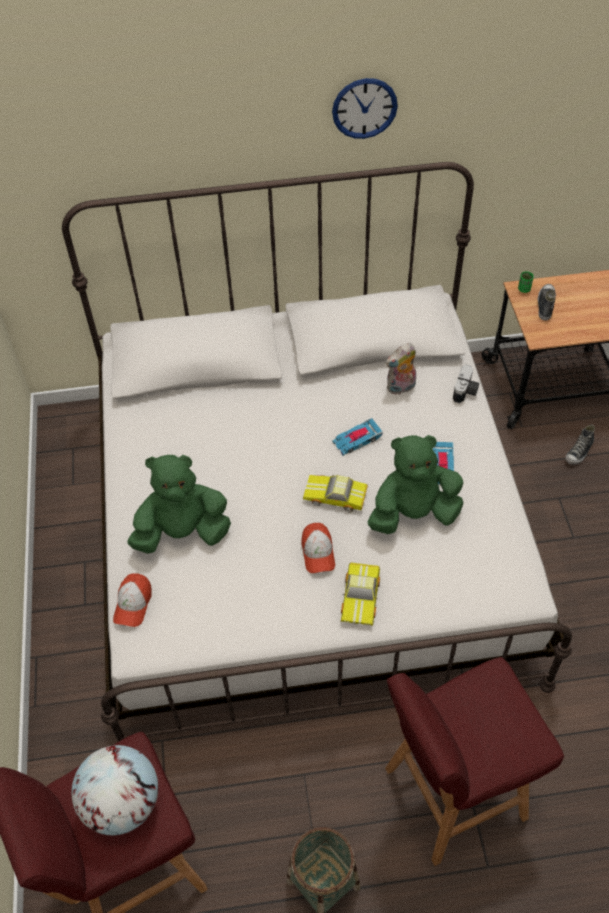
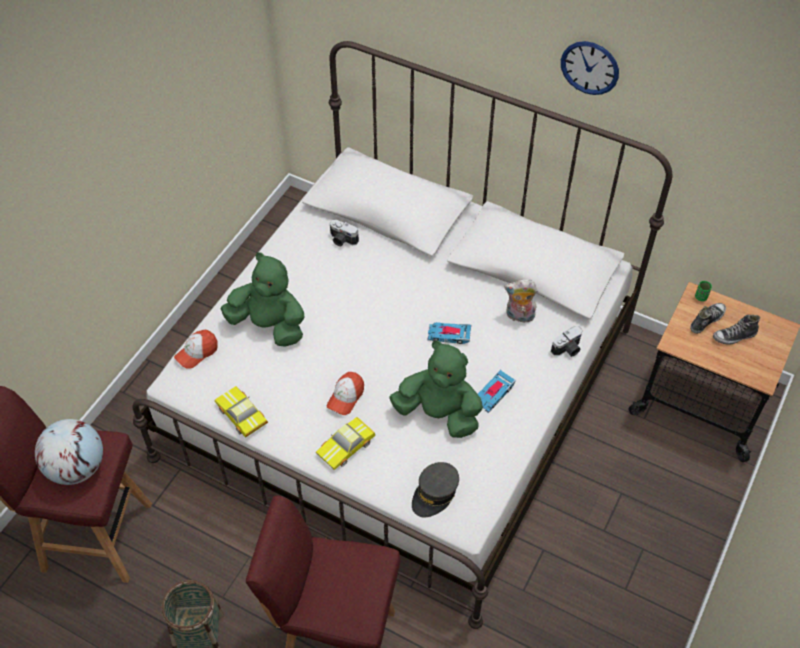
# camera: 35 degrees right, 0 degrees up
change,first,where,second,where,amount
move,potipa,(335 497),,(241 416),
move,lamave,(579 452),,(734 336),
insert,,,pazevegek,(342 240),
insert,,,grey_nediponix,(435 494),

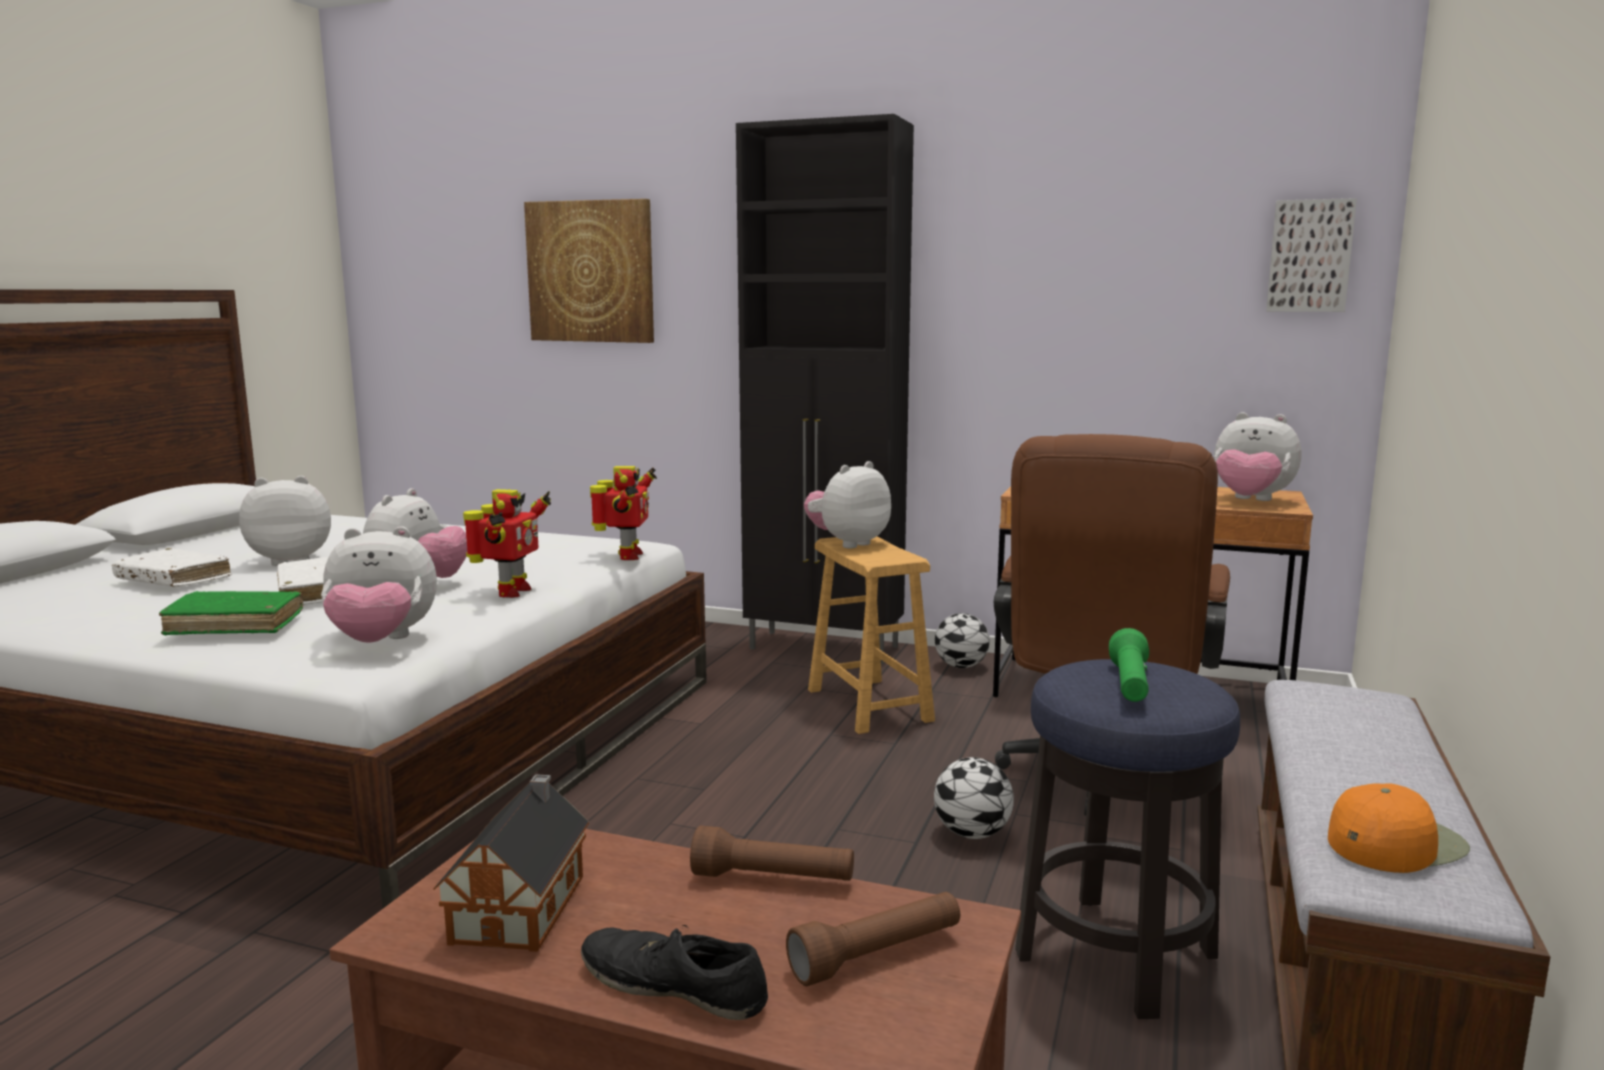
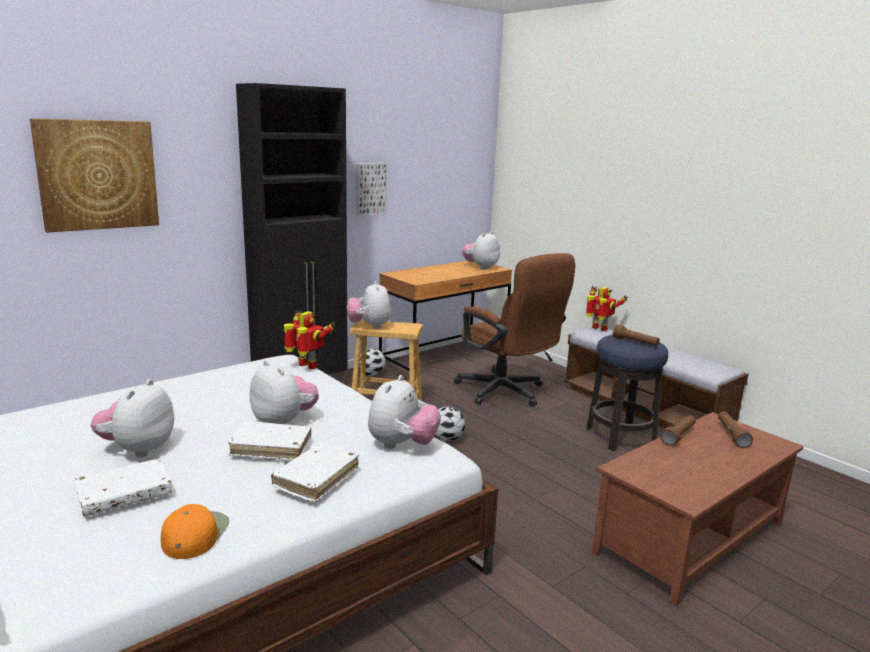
# camera: 60 degrees left, 5 degrees up
change,first,where,second,where,amount
recolor,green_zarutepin,(235 625),white_zarutepin,(316 479),
delete,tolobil,(523 905),,,
move,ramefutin,(510 592),,(599 329),
delete,black_lamave,(673 985),,,
move,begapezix,(972 834),,(447 439),
recolor,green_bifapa,(1130 685),brown_bifapa,(635 342),
rotate,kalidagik,(1250 500),,(481 267),150 degrees clockwise
move,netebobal,(1309 256),,(370 188),
move,orange_nediponix,(1395 843),,(195 534),

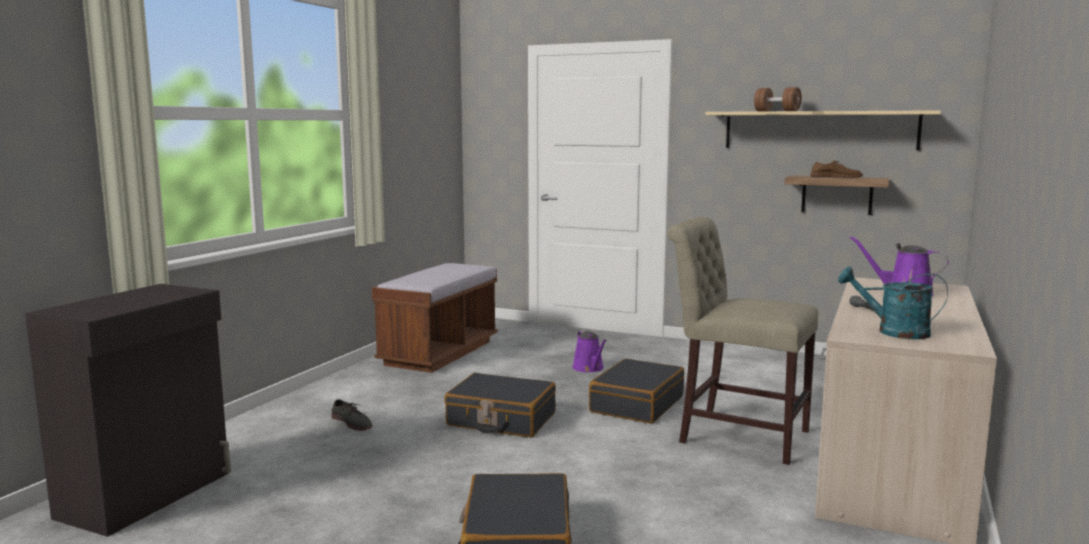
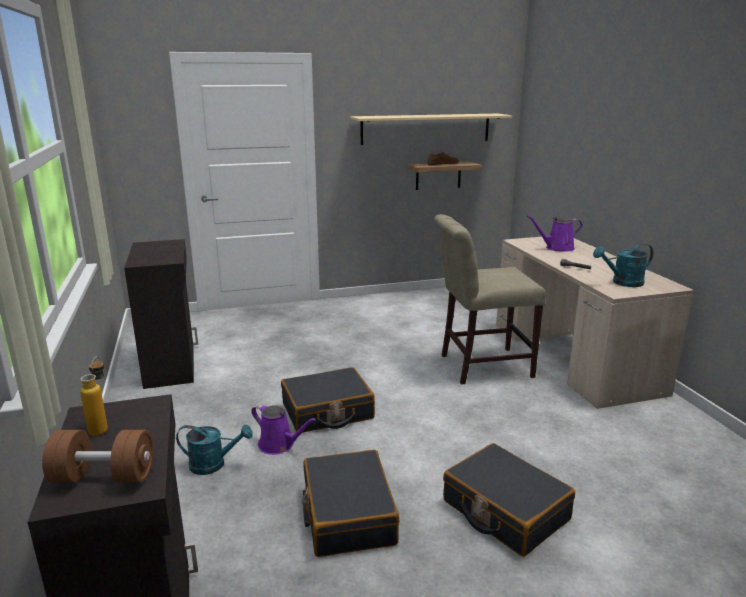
# camera: 40 degrees left, 10 degrees up
change,first,where,second,where,amount
replace,grey_lamave,(352 422),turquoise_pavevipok,(214 464),
replace,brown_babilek,(439 353),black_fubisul,(171 365),
move,purple_pavevipok,(589 368),,(279 445),
move,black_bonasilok,(636 404),,(347 514),
move,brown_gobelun,(777 111),,(104 477),
insert,,,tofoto,(102 427),

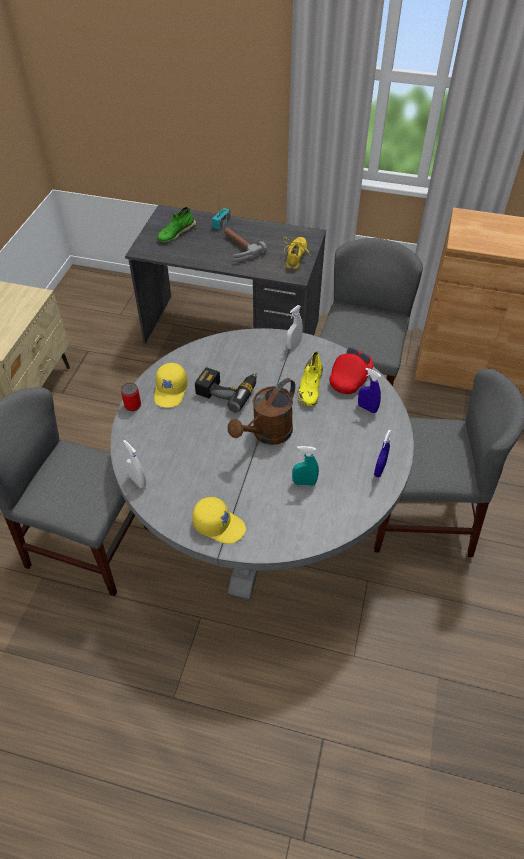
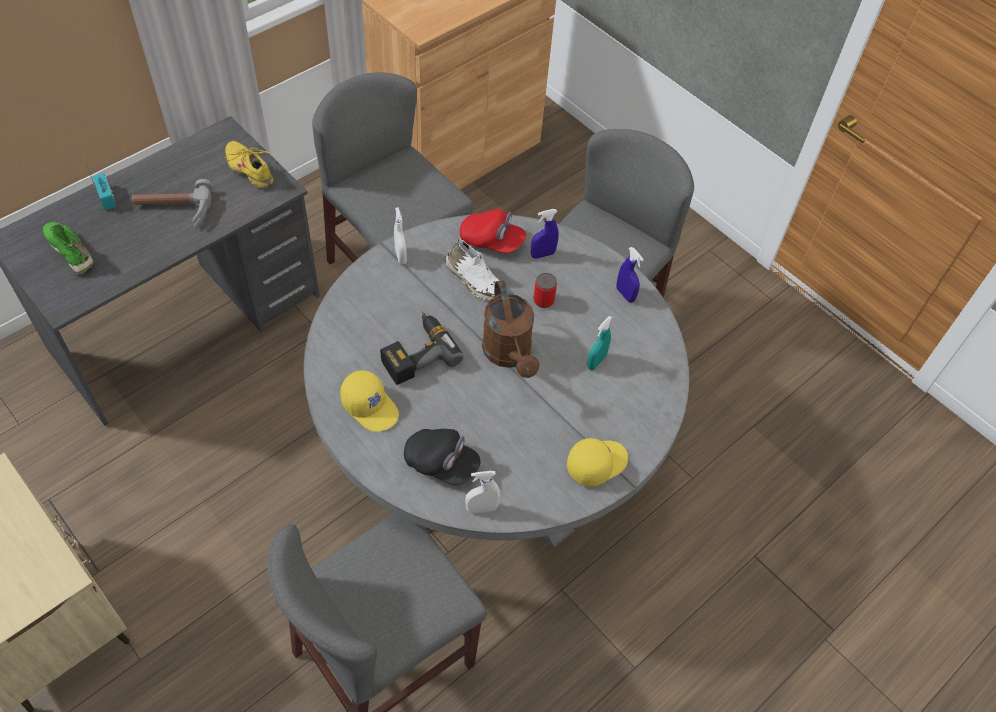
# camera: 60 degrees left, 5 degrees up
change,first,where,second,where,amount
move,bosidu,(133 405),,(543 300),
rotate,green_lamave,(176 233),,(71 251),150 degrees clockwise
recolor,yellow_lamave,(310 387),white_lamave,(474 280),
rotate,red_nediponix,(350 378),,(492 241),135 degrees clockwise
insert,,,black_nediponix,(441 463),

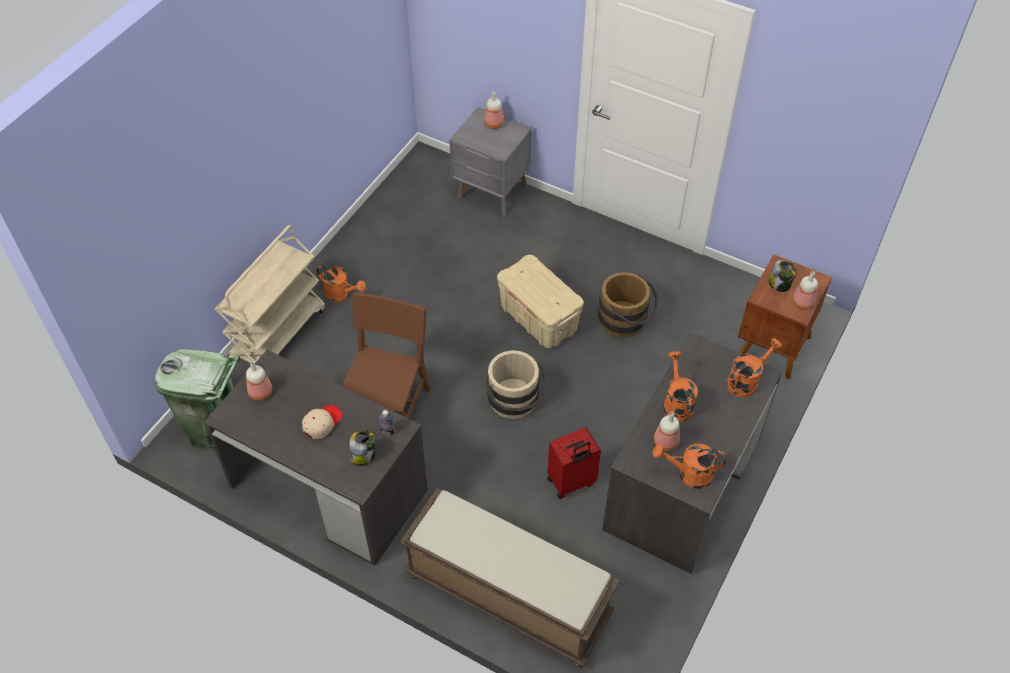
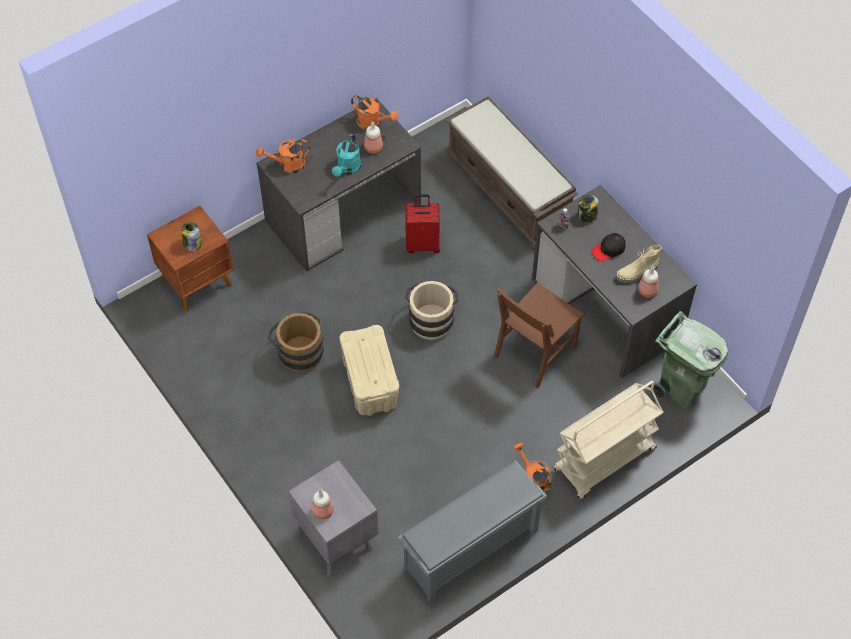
# camera: 155 degrees left, 5 degrees up
change,first,where,second,where,amount
recolor,beige_nediponix,(322 423),black_nediponix,(608 250),
recolor,orange_pavevipok,(676 403),turquoise_pavevipok,(347 169),
delete,tofoto,(802 303),,,
insert,,,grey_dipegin,(470 551),
insert,,,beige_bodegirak,(637 273),

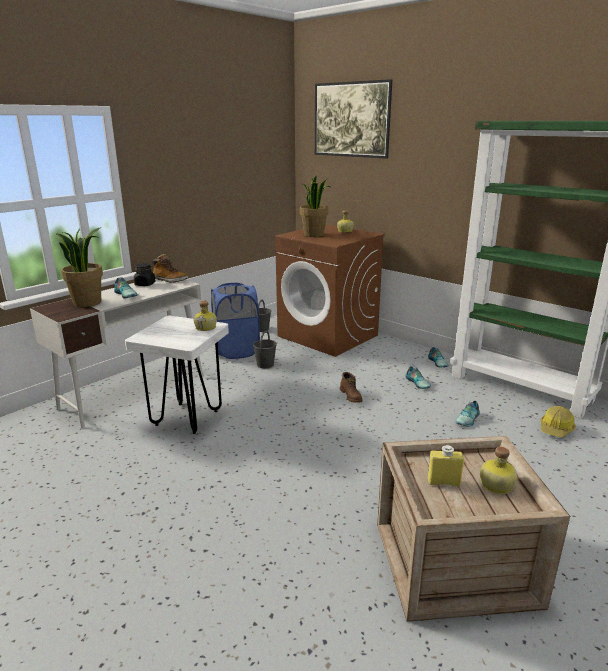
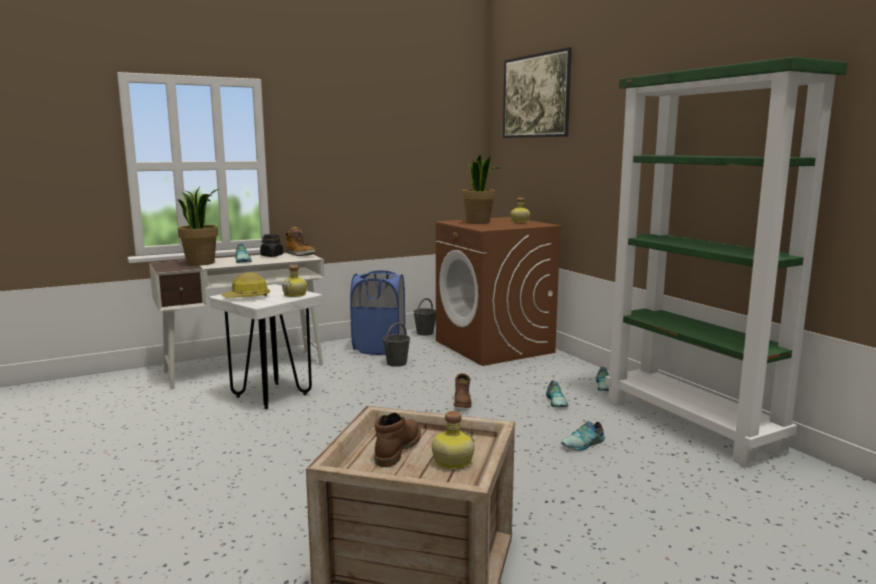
# camera: 20 degrees right, 10 degrees down
change,first,where,second,where,amount
replace,yellow_tofoto,(443 482),brown_bodegirak,(396 449),
move,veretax,(556 429),,(247 298),

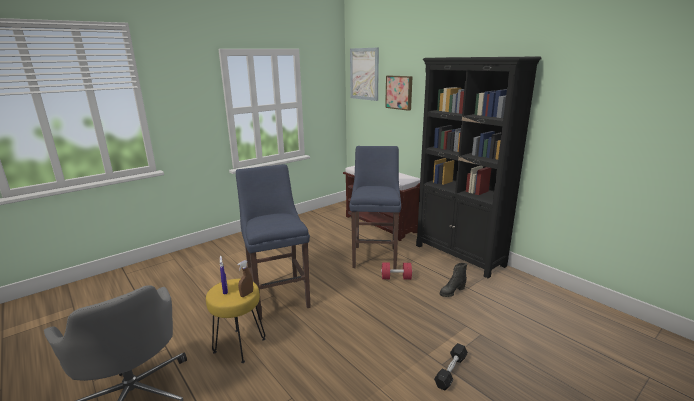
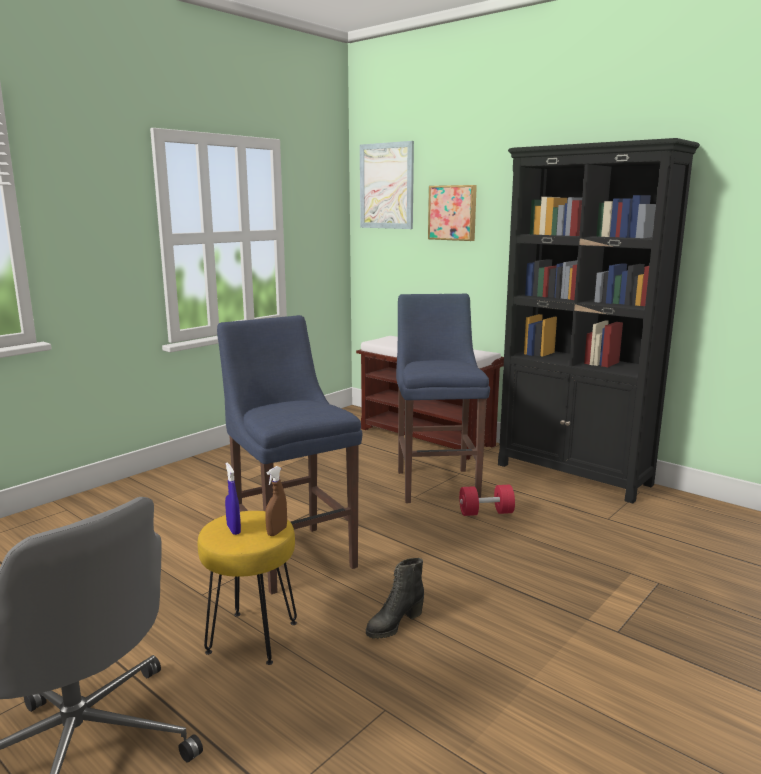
# camera: 10 degrees left, 5 degrees down
change,first,where,second,where,amount
delete,black_gobelun,(451 371),,,
move,black_bodegirak,(452 291),,(394 624),

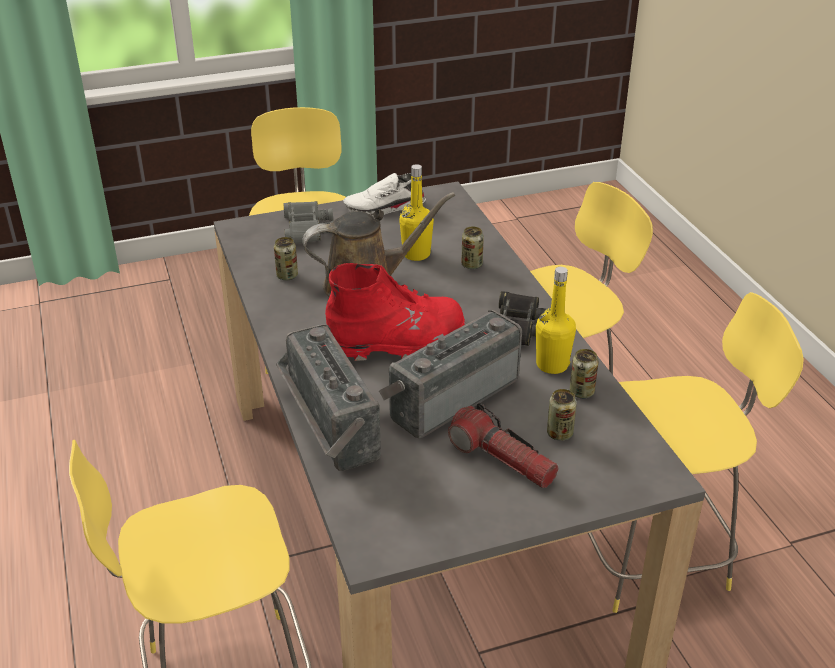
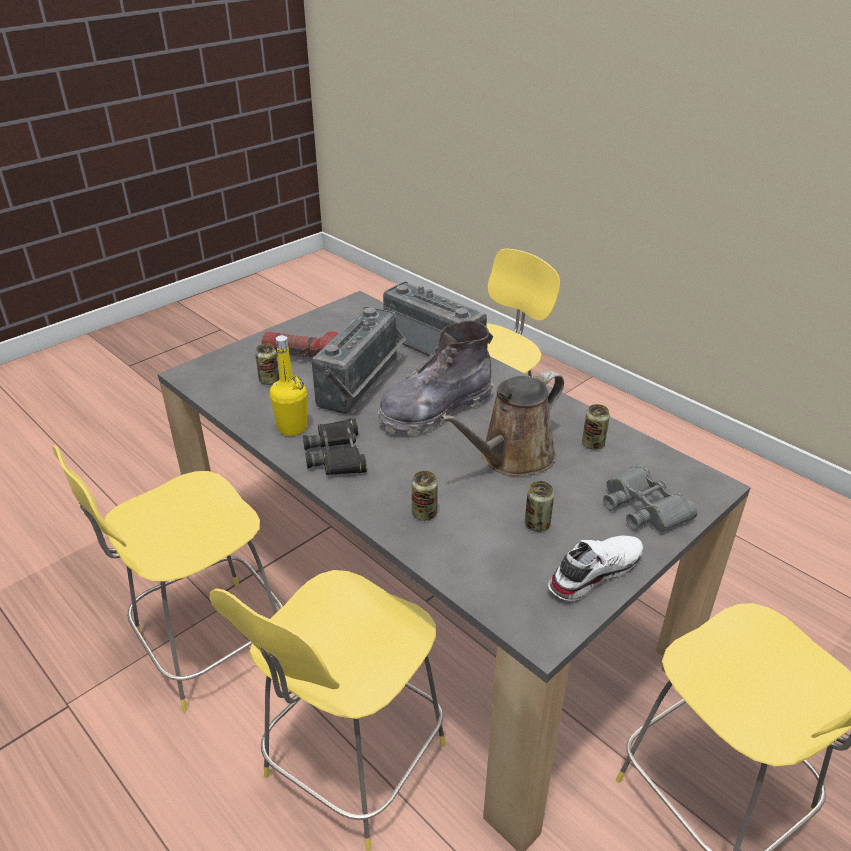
# camera: 155 degrees right, 0 degrees up
change,first,where,second,where,amount
recolor,red_bodegirak,(396 343),grey_bodegirak,(435 410),
delete,yellow_tofoto,(416 254),,,
move,bosidu,(581 392),,(537 524),

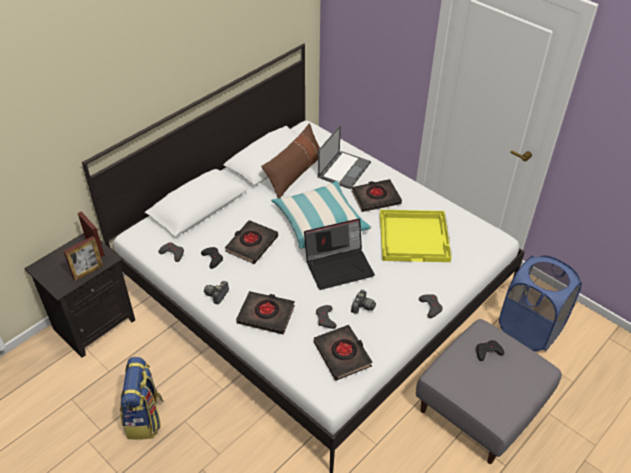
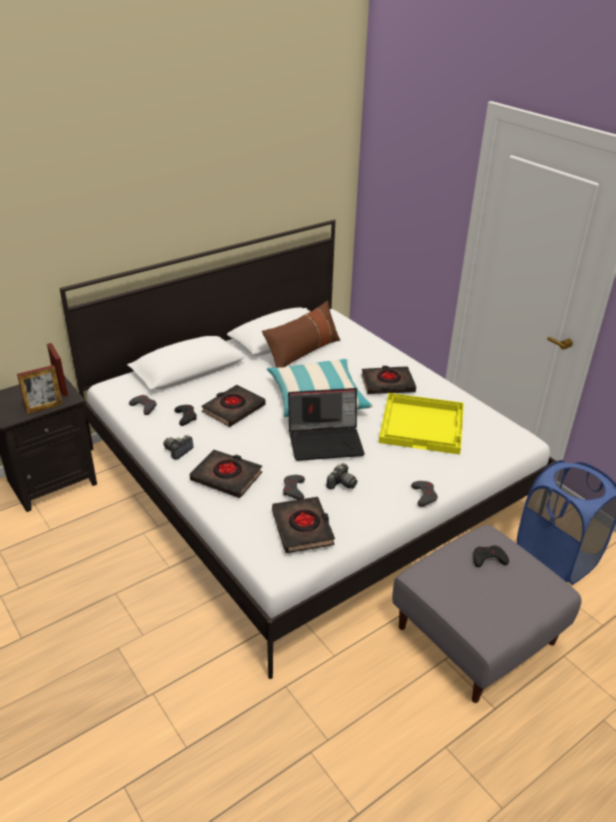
# camera: 10 degrees right, 10 degrees down
change,first,where,second,where,amount
delete,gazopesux,(145 418),,,
delete,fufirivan,(344 169),,,

